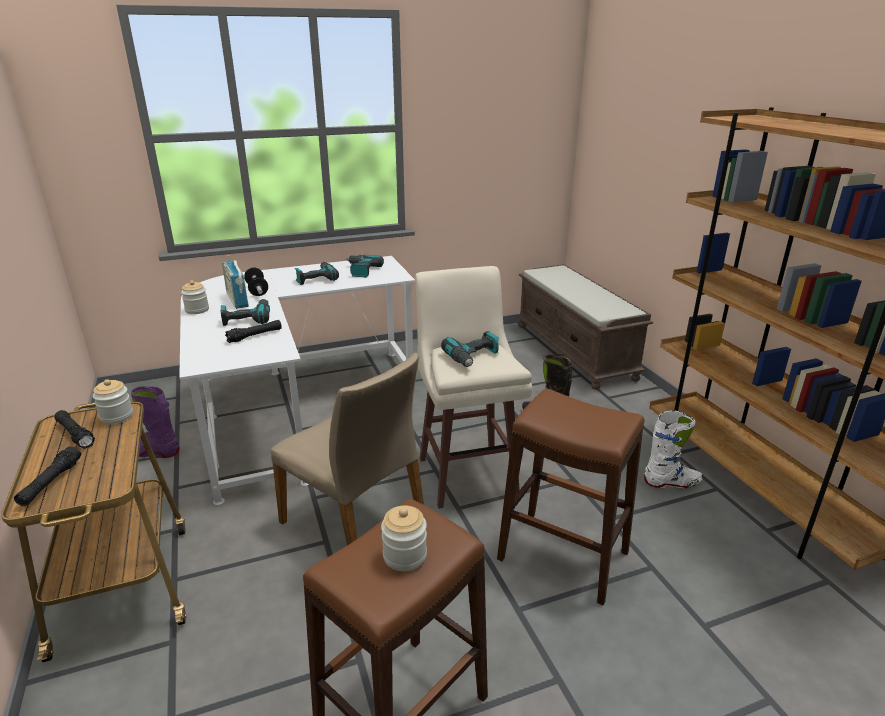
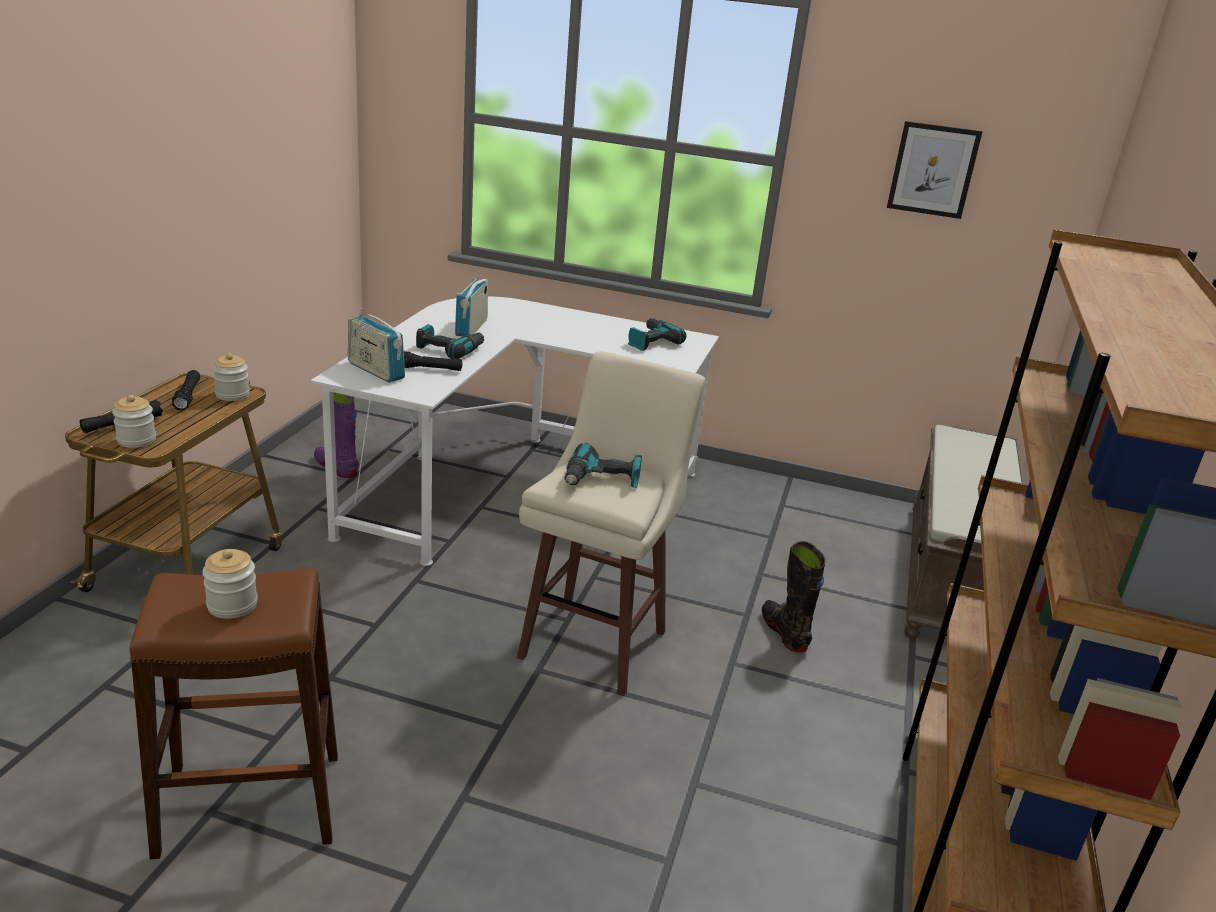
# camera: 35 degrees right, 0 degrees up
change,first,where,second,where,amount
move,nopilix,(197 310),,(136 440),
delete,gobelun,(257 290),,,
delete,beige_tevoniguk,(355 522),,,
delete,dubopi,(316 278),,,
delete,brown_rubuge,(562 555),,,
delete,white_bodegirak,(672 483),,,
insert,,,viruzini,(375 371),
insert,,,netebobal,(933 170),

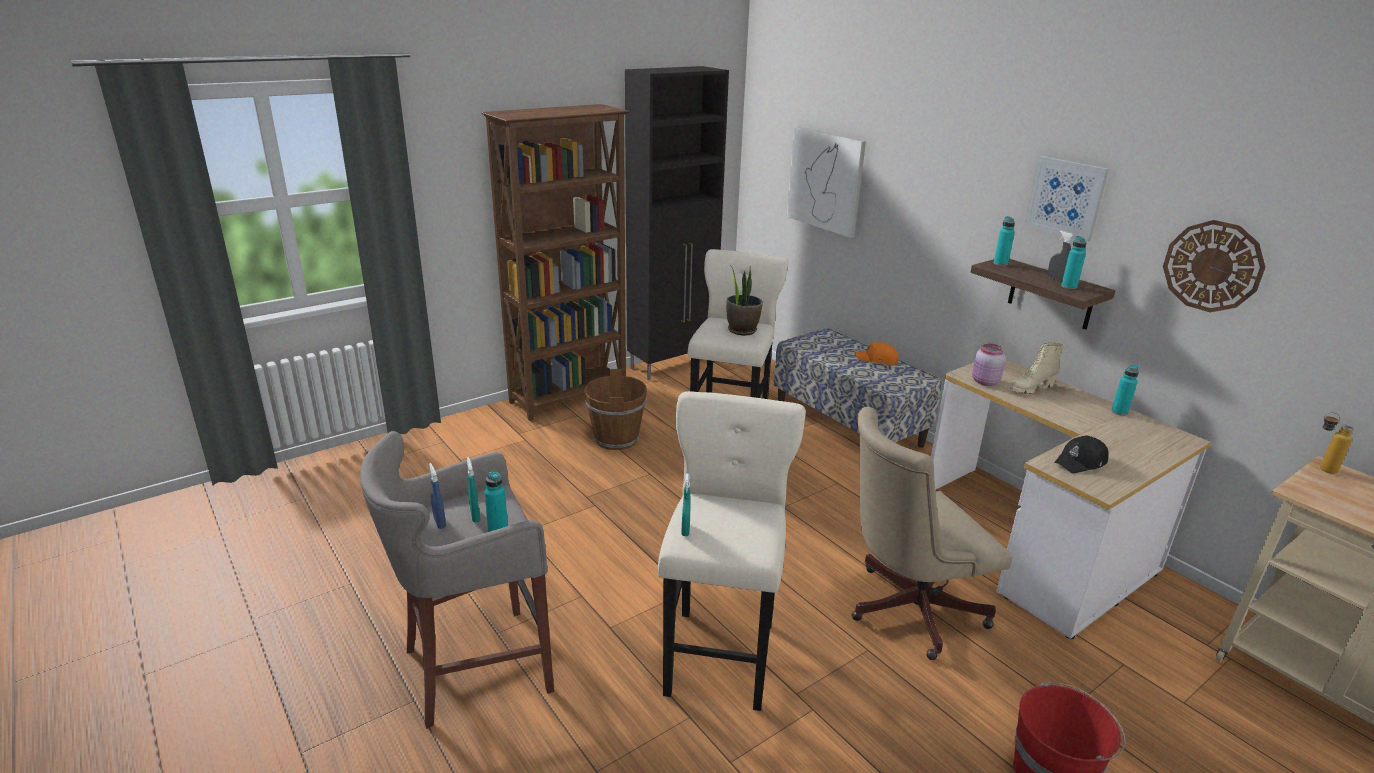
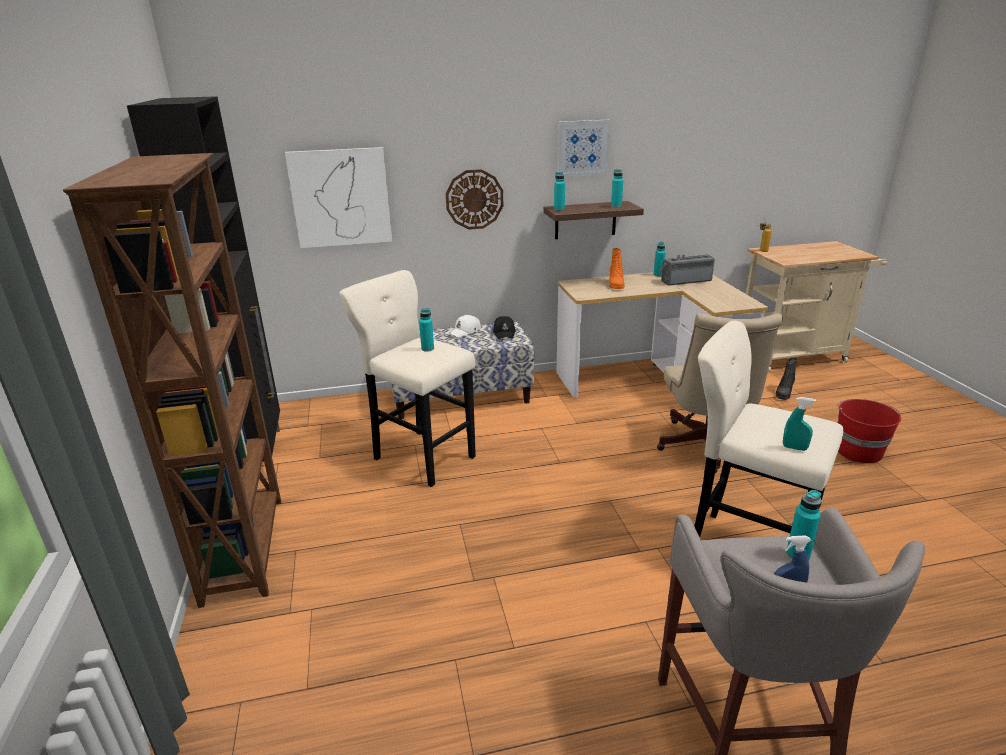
# camera: 65 degrees left, 0 degrees up
change,first,where,second,where,amount
delete,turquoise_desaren,(475 516),,,
delete,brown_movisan,(616 439),,,
replace,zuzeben,(742 330),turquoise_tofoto,(427 349),
recolor,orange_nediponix,(877 359),white_nediponix,(465 331),
delete,pink_nopilix,(984 382),,,
recolor,beige_bodegirak,(1031 388),orange_bodegirak,(615 285),
delete,grey_desaren,(1056 279),,,
move,black_nediponix,(1081 462),,(504 333),
move,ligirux,(1212 266),,(474 199),
insert,,,viruzini,(685 280),
insert,,,black_bodegirak,(783 393),

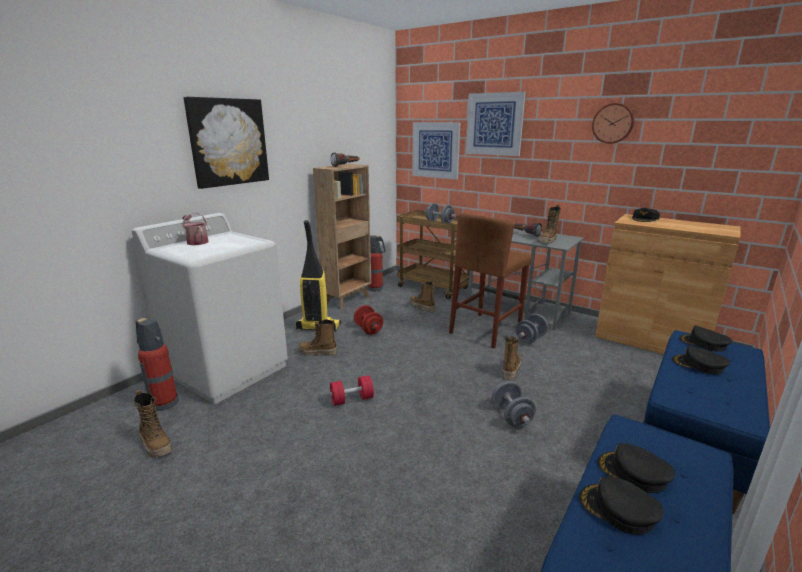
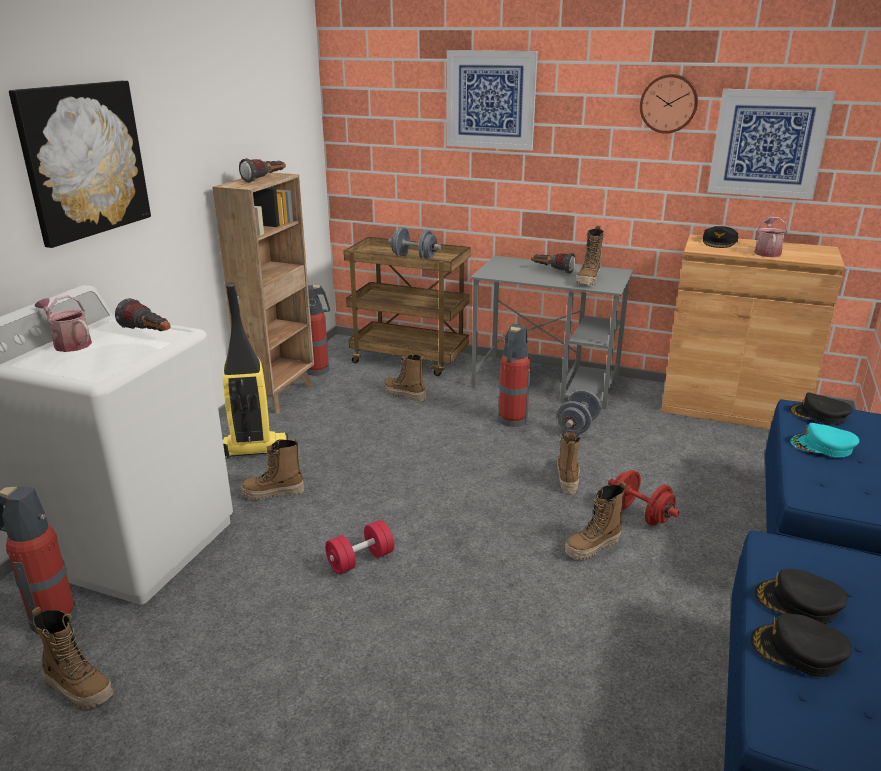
# camera: 15 degrees left, 5 degrees up
change,first,where,second,where,amount
move,red_gobelun,(368 329),,(640 514),
move,netebobal,(435 150),,(768 144),
replace,brown_rubuge,(486 330),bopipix,(511 421),
replace,grey_gobelun,(511 417),bodegirak,(592 547),
recolor,black_nediponix,(699 365),turquoise_nediponix,(822 446),
insert,,,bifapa,(149 334),
insert,,,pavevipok,(767 252),

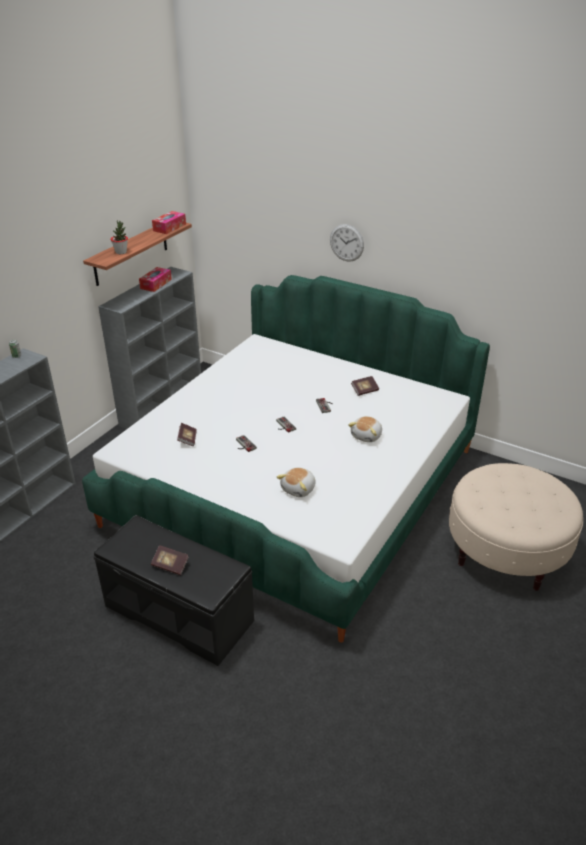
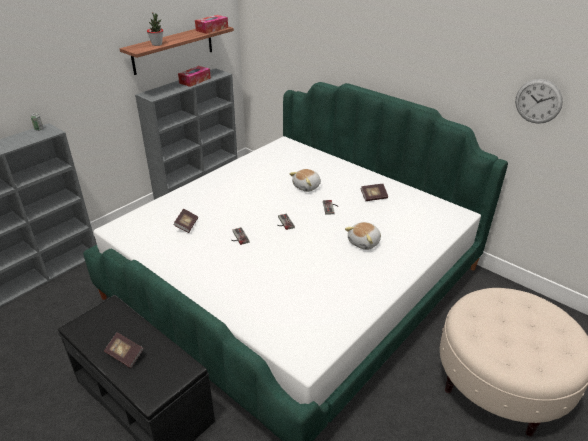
# camera: 10 degrees right, 0 degrees up
change,first,where,second,where,amount
move,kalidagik,(299 489),,(307 187),
move,ligirux,(346 242),,(538 101),

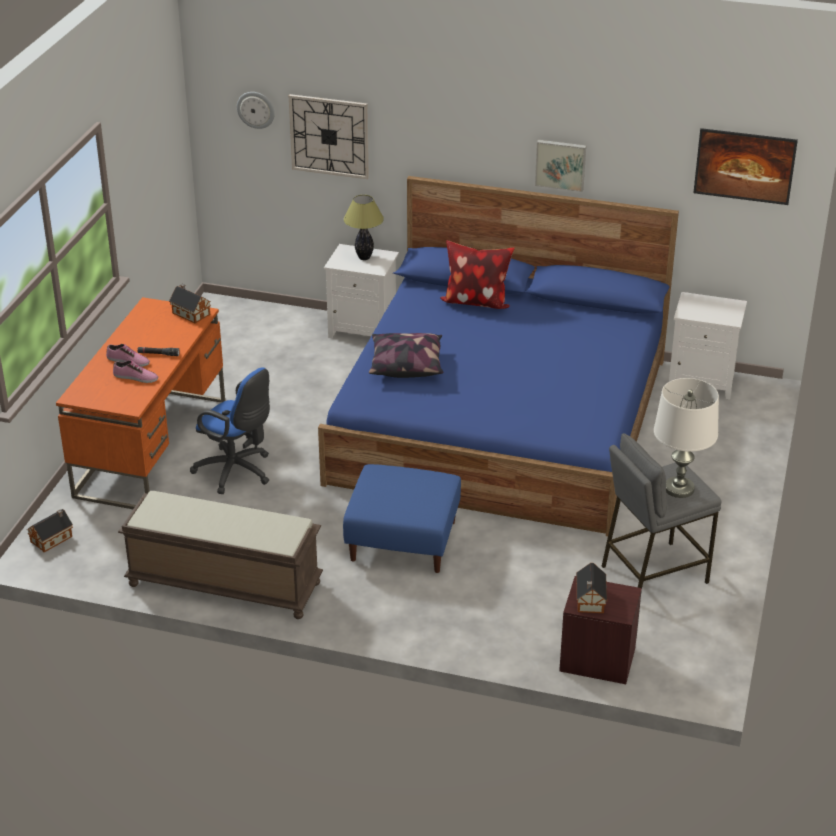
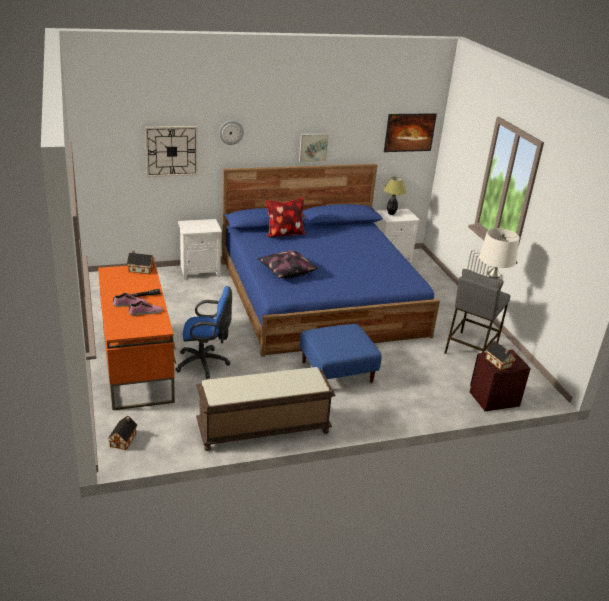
# camera: 35 degrees left, 5 degrees down
change,first,where,second,where,amount
move,ligirux,(256 109),,(231 132),
move,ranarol,(364 258),,(391 214),

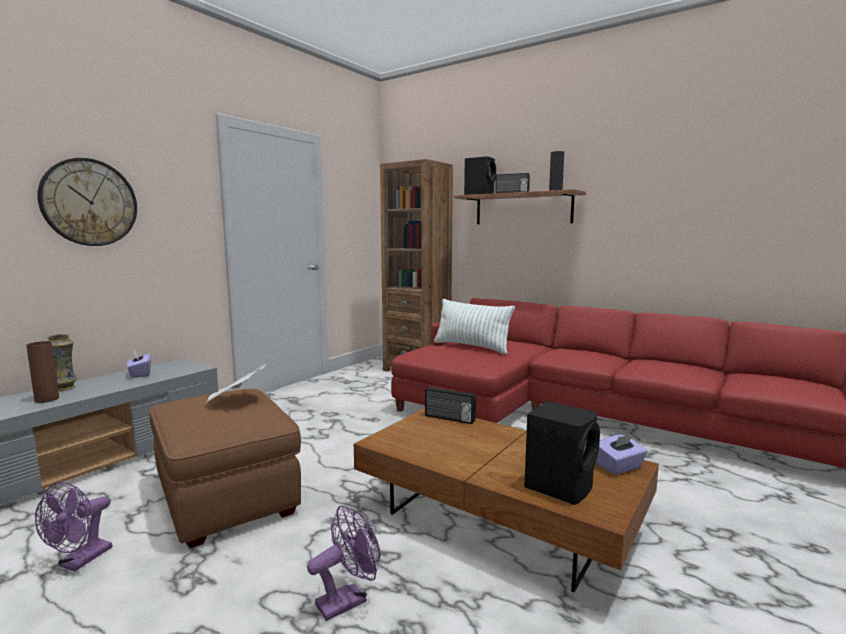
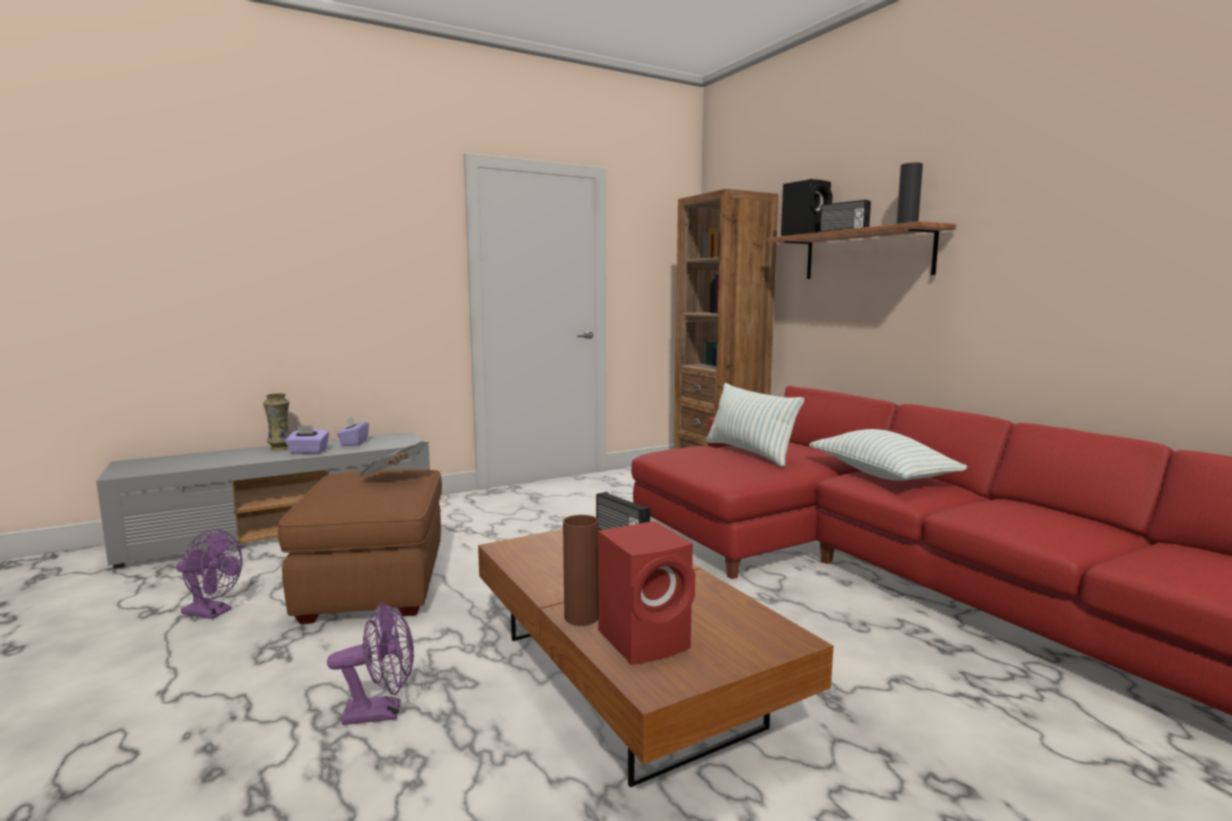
# camera: 25 degrees right, 0 degrees up
change,first,where,second,where,amount
move,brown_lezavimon,(46 399),,(581 617),
rotate,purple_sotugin,(79 561),,(212 612),120 degrees counterclockwise
delete,ligirux,(89 202),,,
recolor,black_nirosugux,(560 486),red_nirosugux,(646 640),
move,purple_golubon,(619 467),,(308 452),
insert,,,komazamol,(881 475),

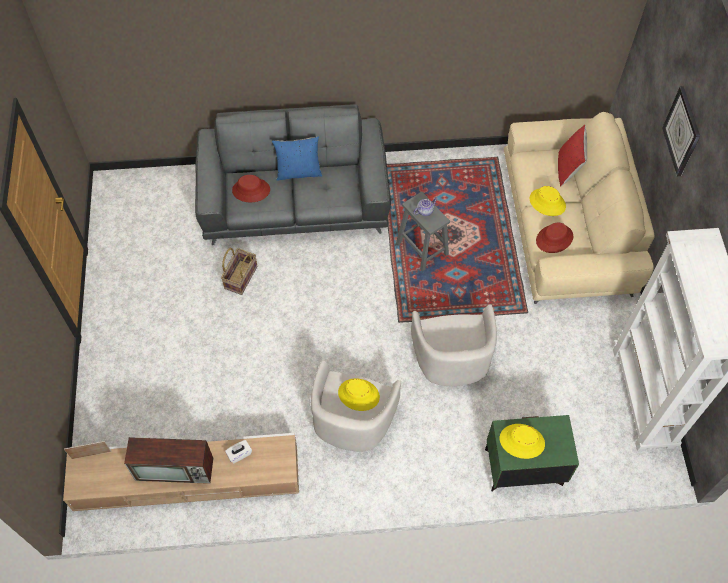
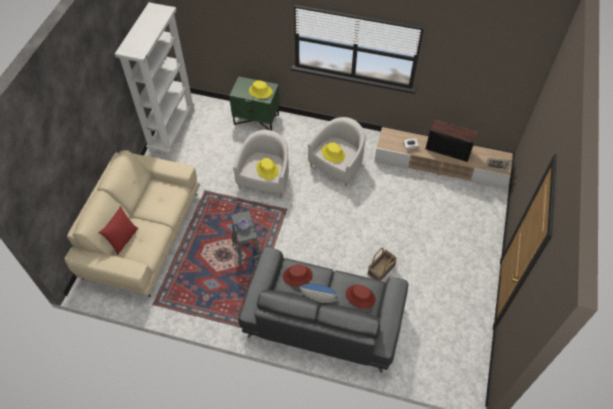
# camera: 160 degrees left, 5 degrees down
change,first,where,second,where,amount
move,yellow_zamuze,(547 202),,(267 169),
move,red_zamuze,(554 239),,(297 275),
delete,ligirux,(682 131),,,

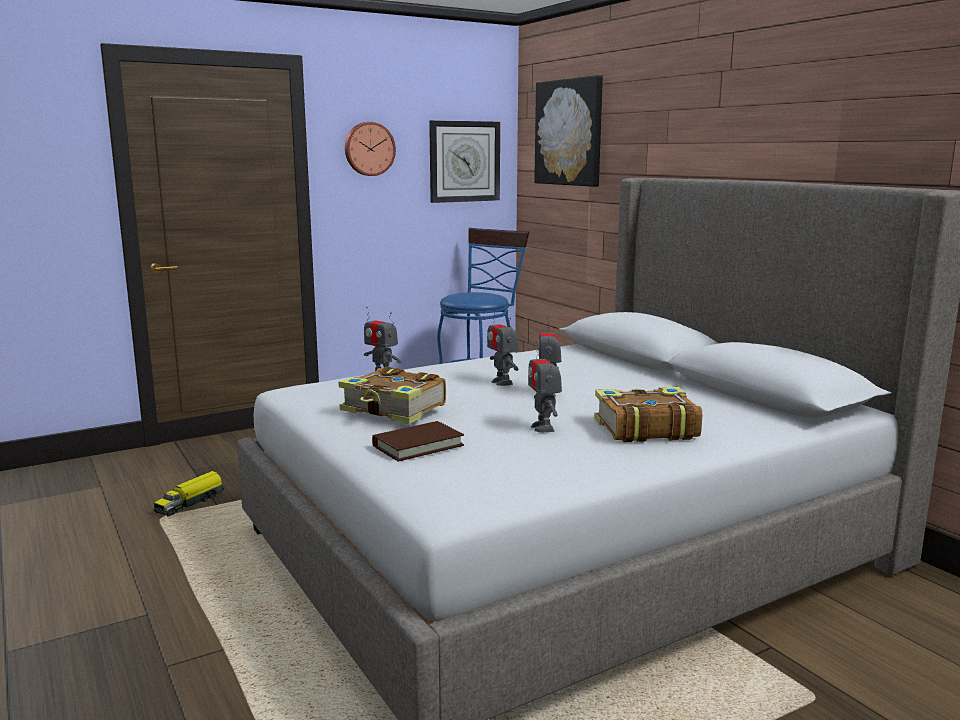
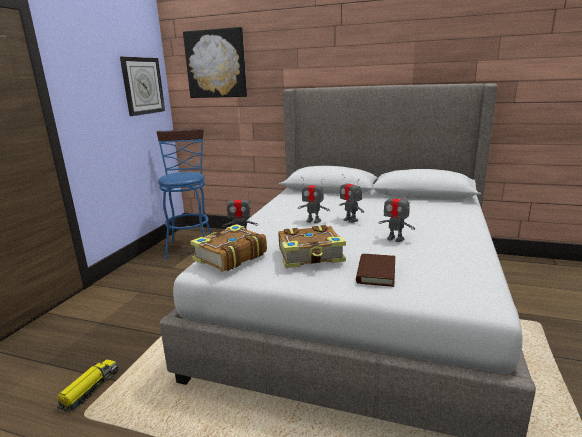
# camera: 40 degrees left, 5 degrees up
change,first,where,second,where,amount
rotate,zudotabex,(191 503),,(89 389),150 degrees counterclockwise
delete,ligirux,(369 149),,,
move,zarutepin,(644 429),,(229 257),

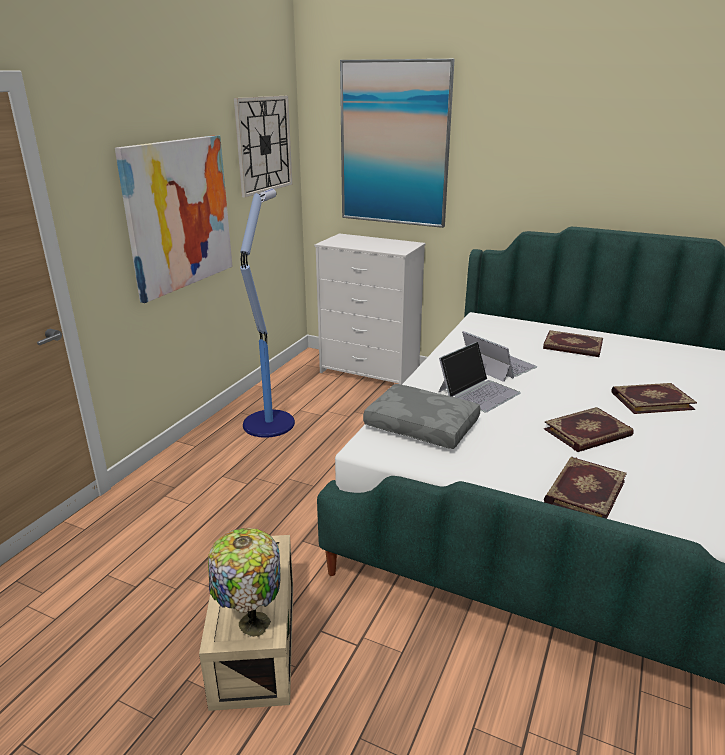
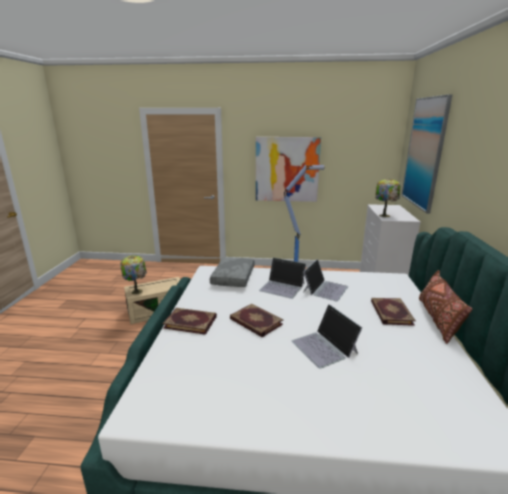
# camera: 70 degrees right, 5 degrees down
change,first,where,second,where,amount
delete,ligirux,(263 145),,,
replace,zarutepin,(651 400),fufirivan,(324 347),
insert,,,ranarol,(384 215),
insert,,,brown_komazamol,(438 319),

